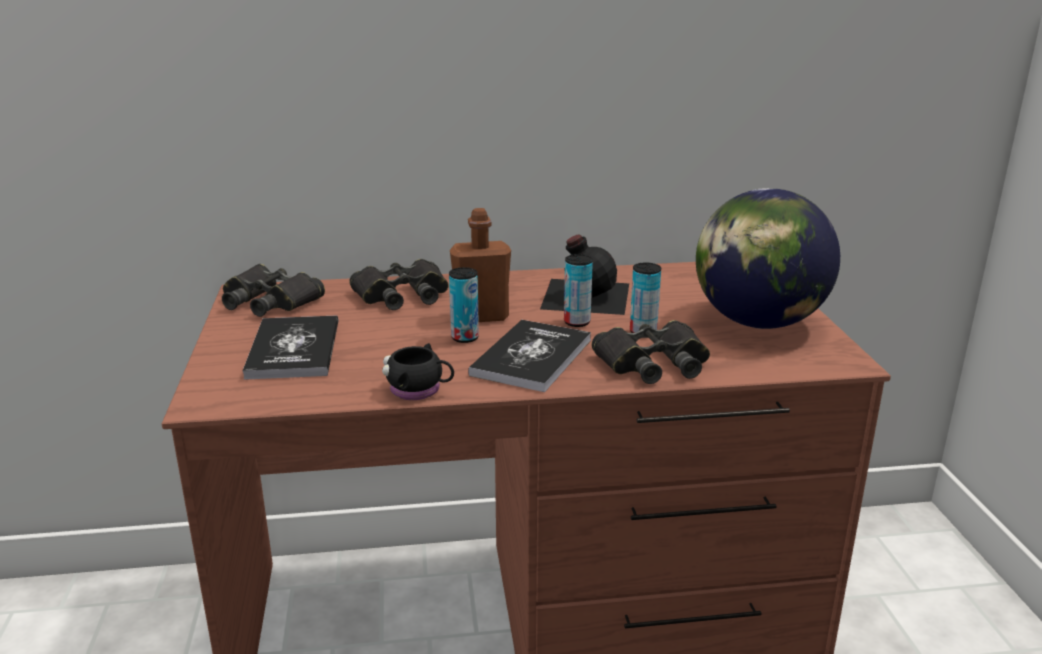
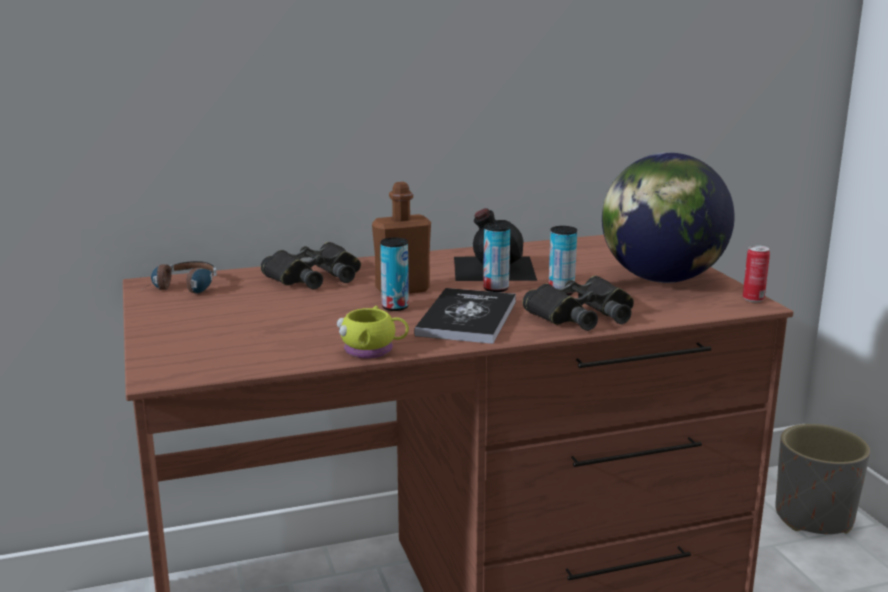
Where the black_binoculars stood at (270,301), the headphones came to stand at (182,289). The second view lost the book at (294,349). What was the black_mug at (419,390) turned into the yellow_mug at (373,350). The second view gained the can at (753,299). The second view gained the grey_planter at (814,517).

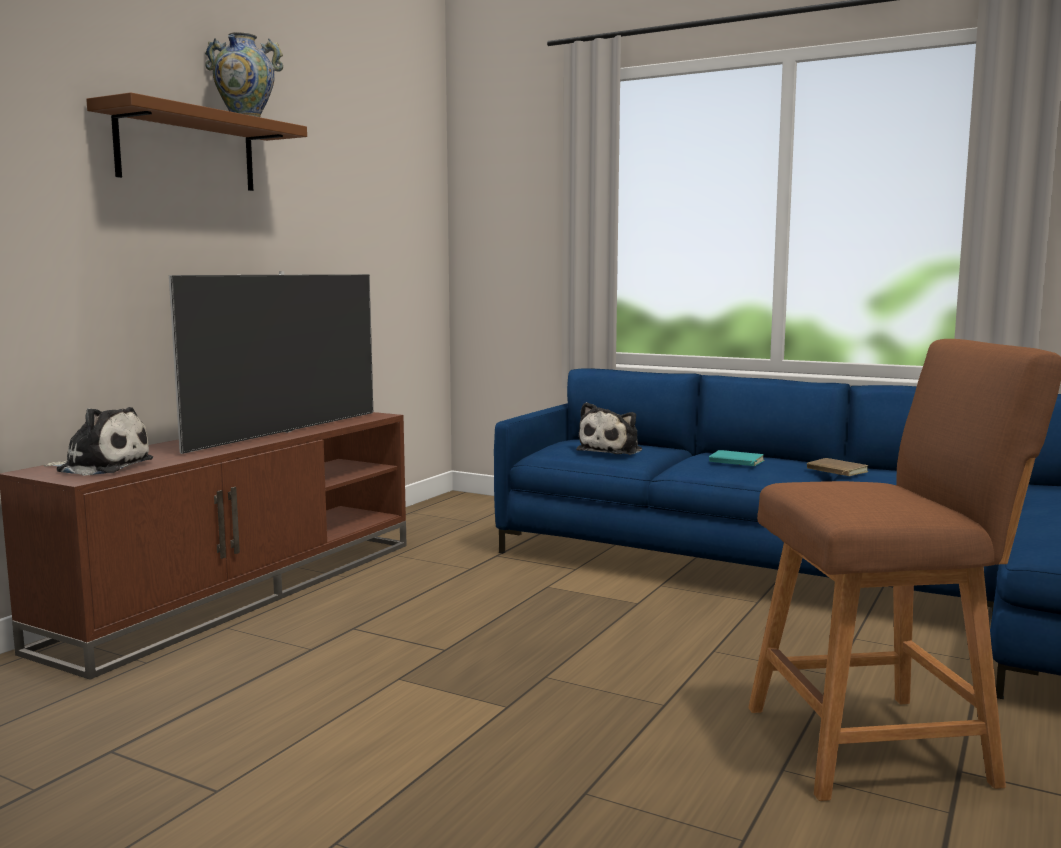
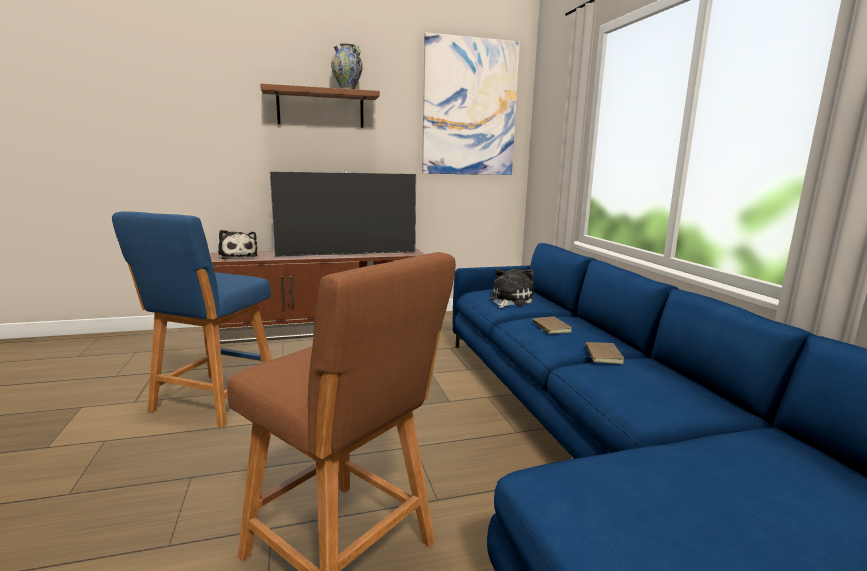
The plush_toy at (612,450) ended up facing another way, 135 degrees clockwise from before. What was the turquoise_book at (735,462) turned into the brown_book at (550,327). The second view gained the blue_stool at (212,402). The second view gained the picture at (469,108).

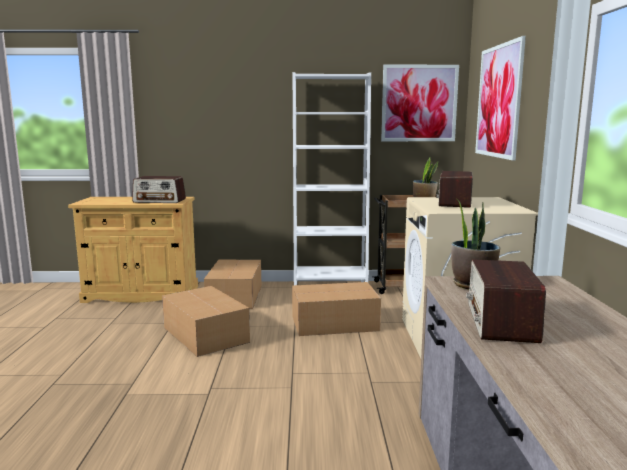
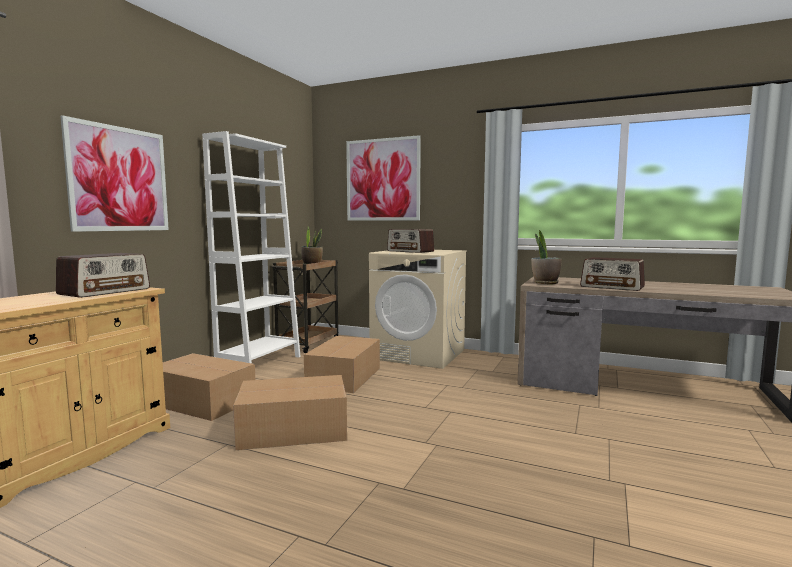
The picture ended up elsewhere, having gone from (419,103) to (119,179).

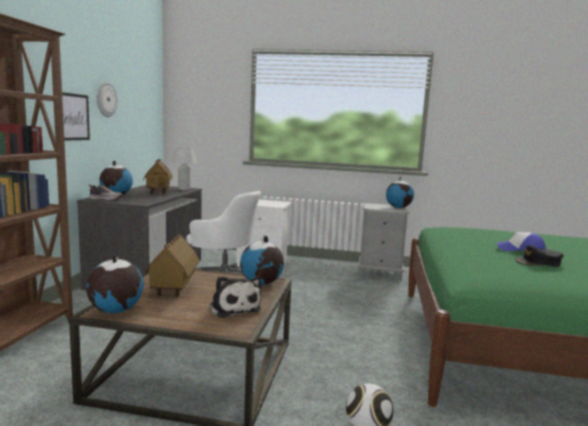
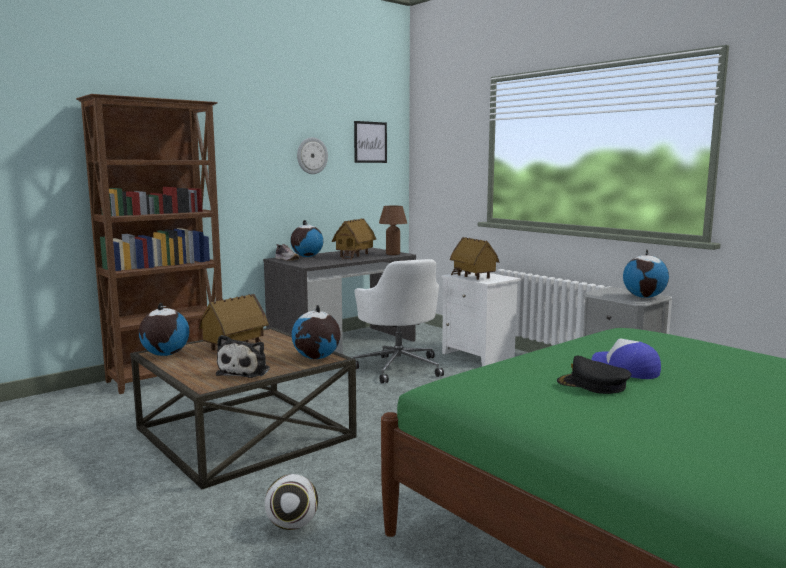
The picture ended up elsewhere, having gone from (73,117) to (370,142). What was the white_table_lamp at (184,189) turned into the brown_table_lamp at (393,254). The second view gained the toy_house at (473,277).

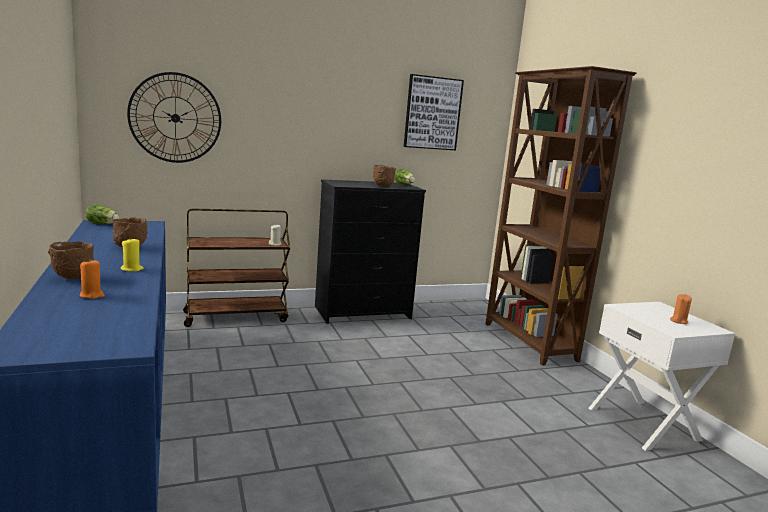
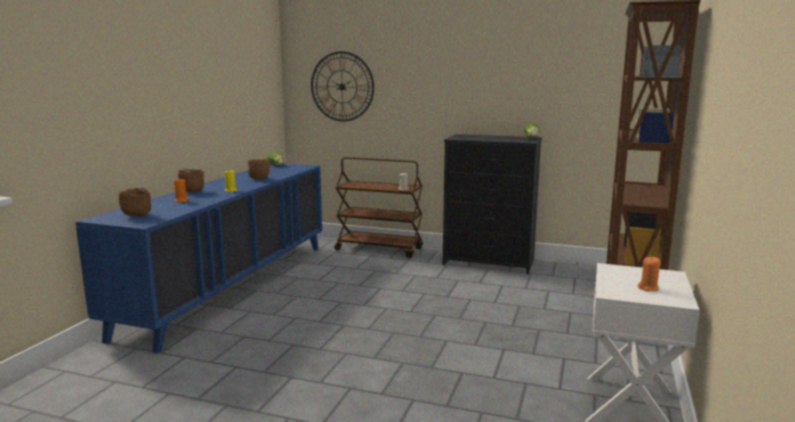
The brown_bowl ended up elsewhere, having gone from (382,186) to (136,216). The second view lost the picture at (432,113).

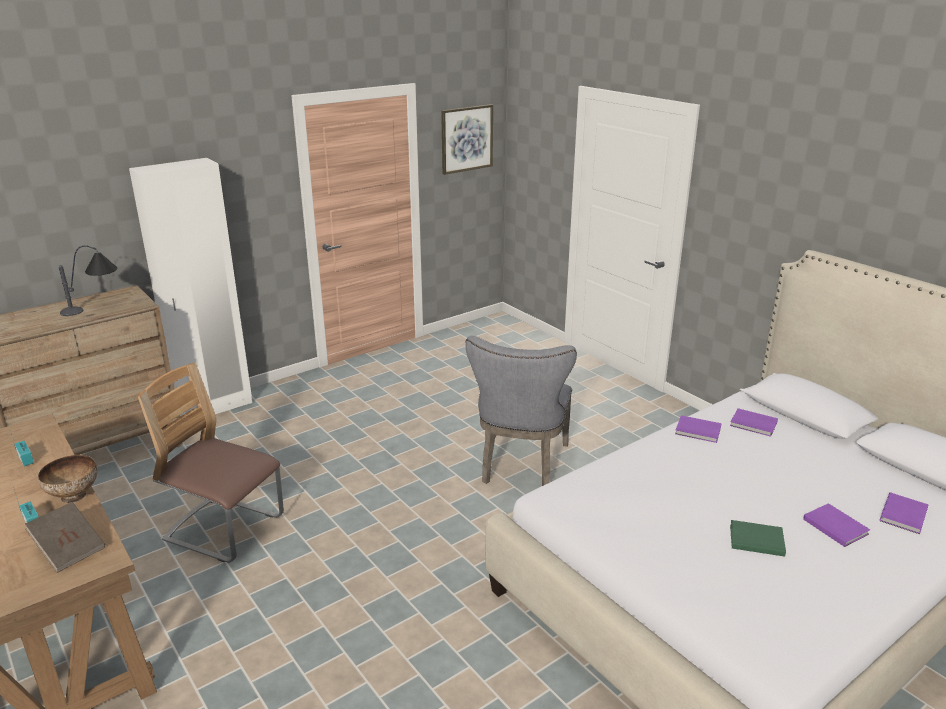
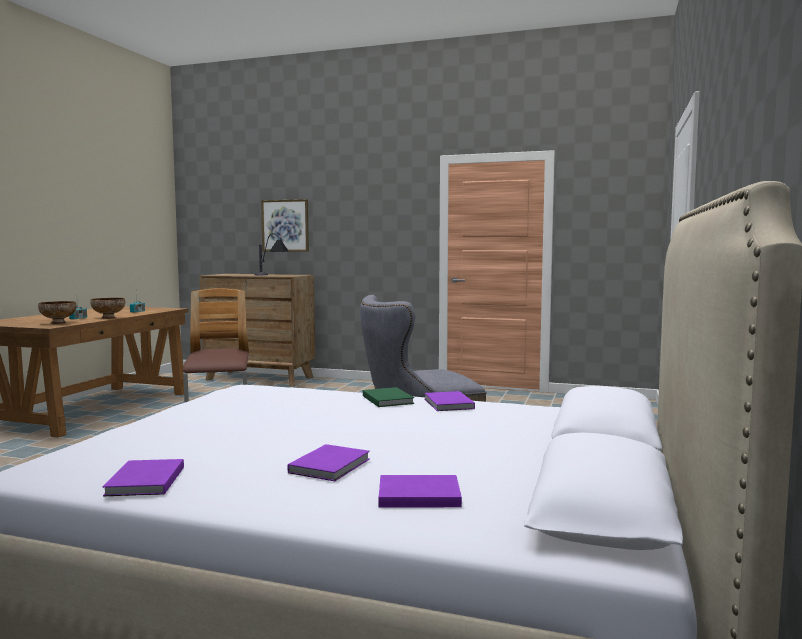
Where the brown_book stood at (69,549), the bowl came to stand at (58,323). The second view lost the white_wardrobe at (215,408). The picture ended up elsewhere, having gone from (466,139) to (285,225). The purple_book ended up elsewhere, having gone from (754,424) to (143,482). The green_book ended up elsewhere, having gone from (755,539) to (388,399).

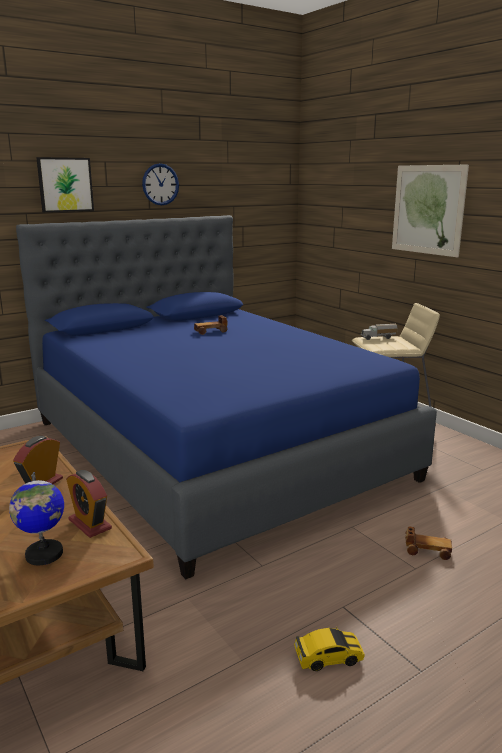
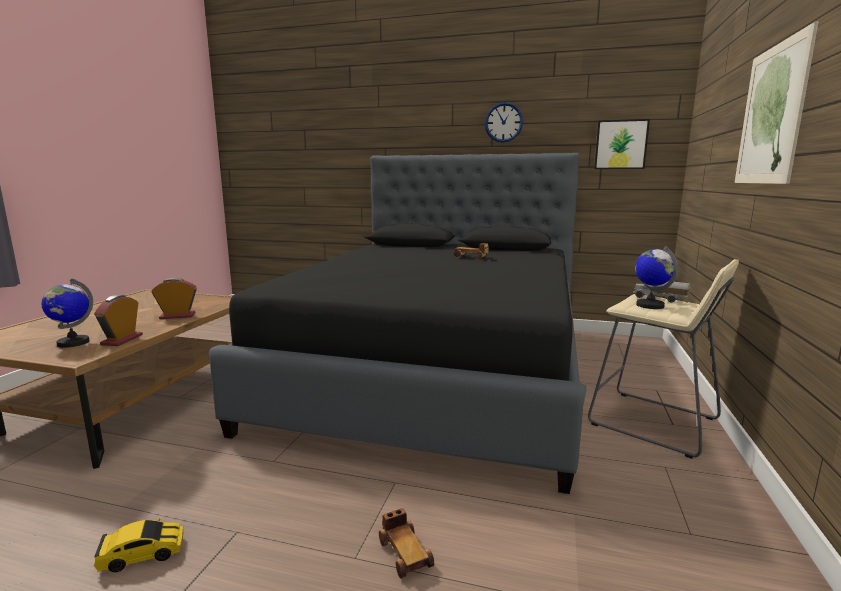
What was the blue_bed at (214,448) turned into the black_bed at (437,371). The picture ended up elsewhere, having gone from (65,184) to (620,145). The toy_car at (328,657) ended up facing another way, 60 degrees counterclockwise from before. The second view gained the globe at (650,305).

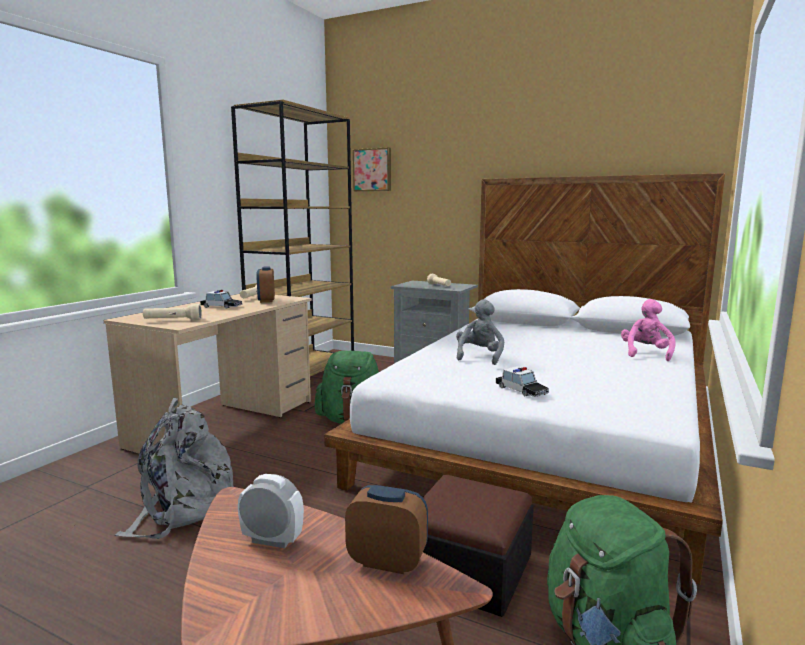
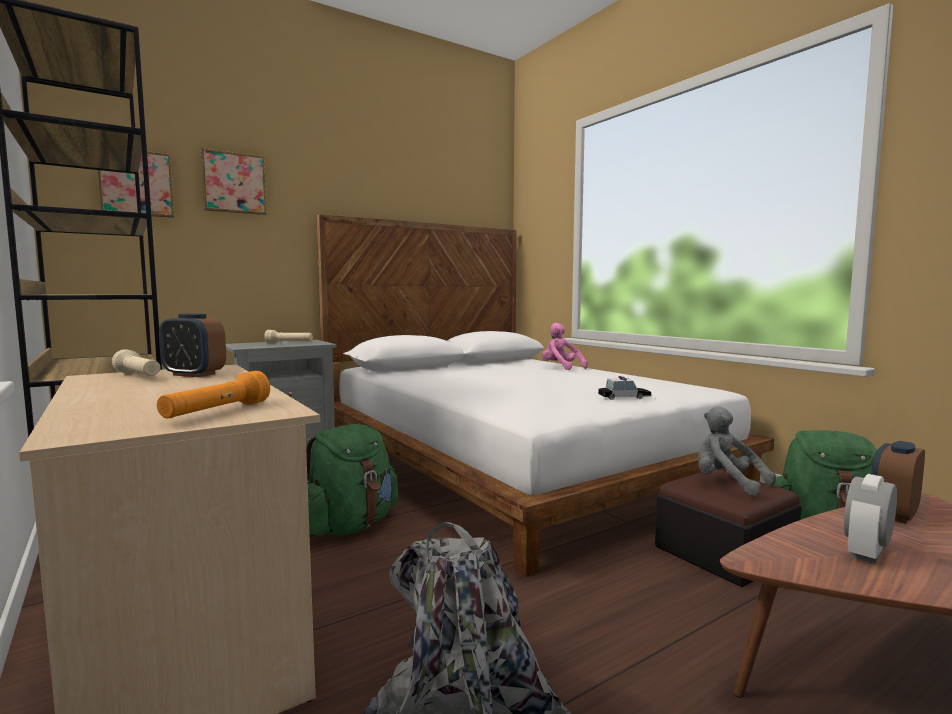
What was the beige_flashlight at (173,320) turned into the orange_flashlight at (217,412). The second view lost the toy_car at (221,306). The grey_plush_toy ended up elsewhere, having gone from (479,357) to (727,483). The second view gained the picture at (233,183).

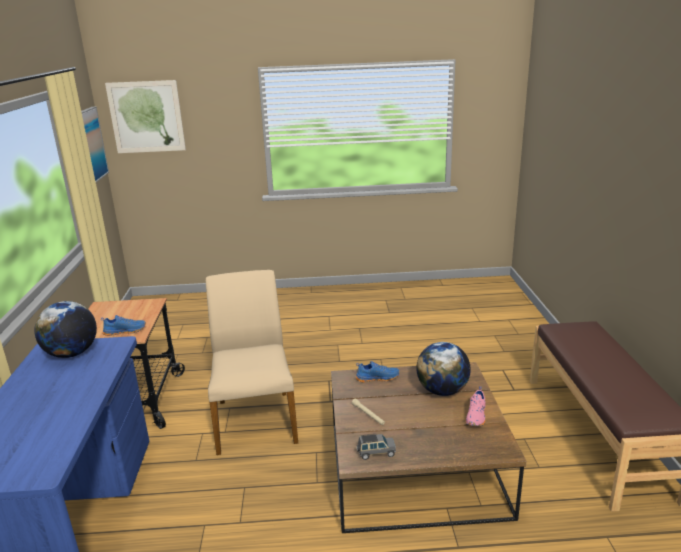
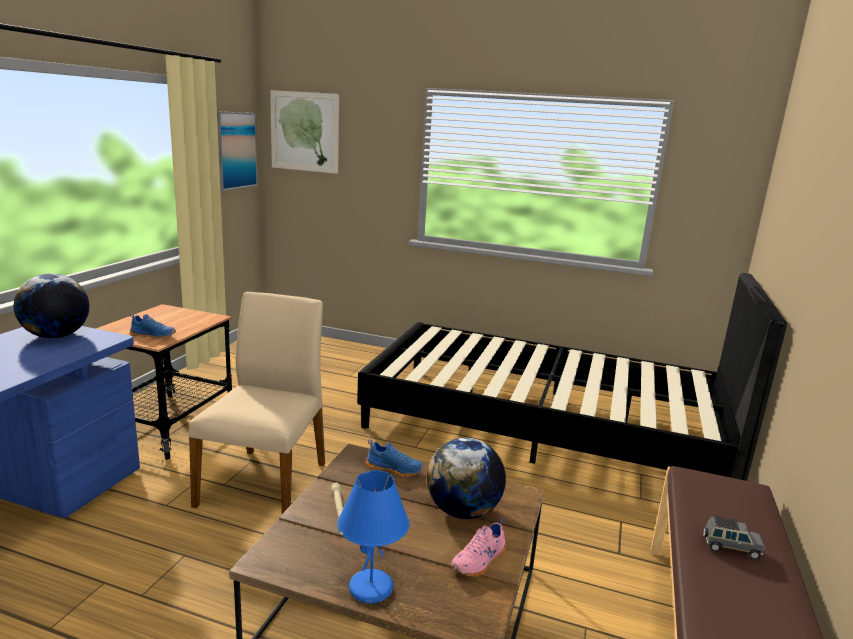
The grey_toy_car ended up elsewhere, having gone from (376,453) to (730,548). The second view gained the blue_table_lamp at (371,587). The second view gained the black_bed at (544,427).

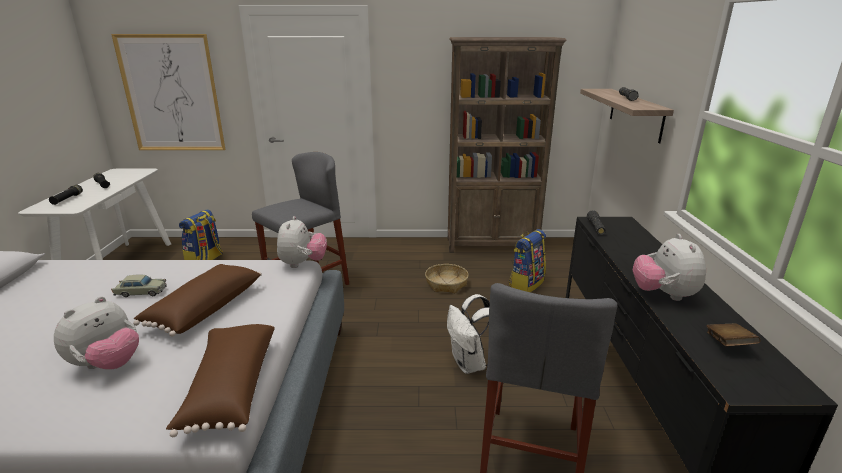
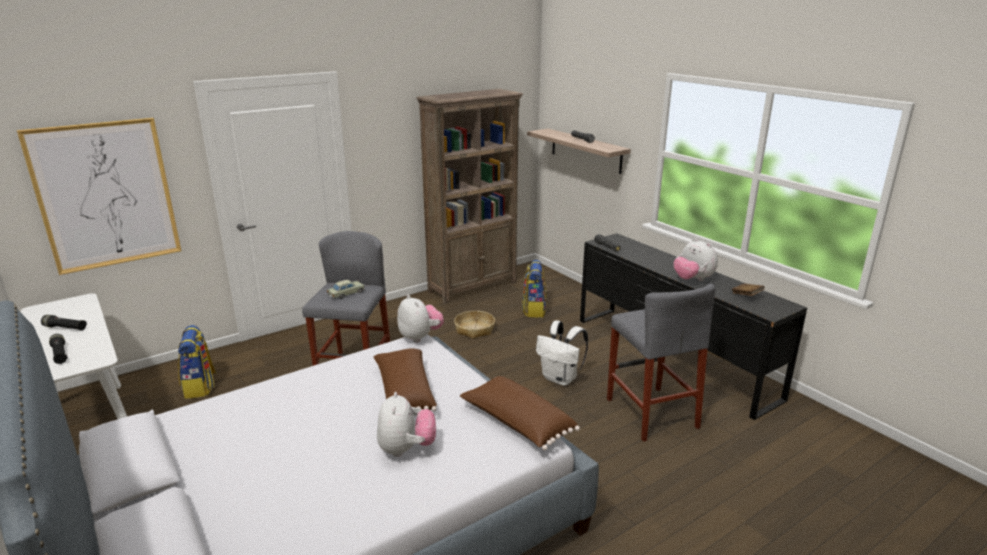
The beige_toy_car ended up elsewhere, having gone from (141,292) to (346,293).

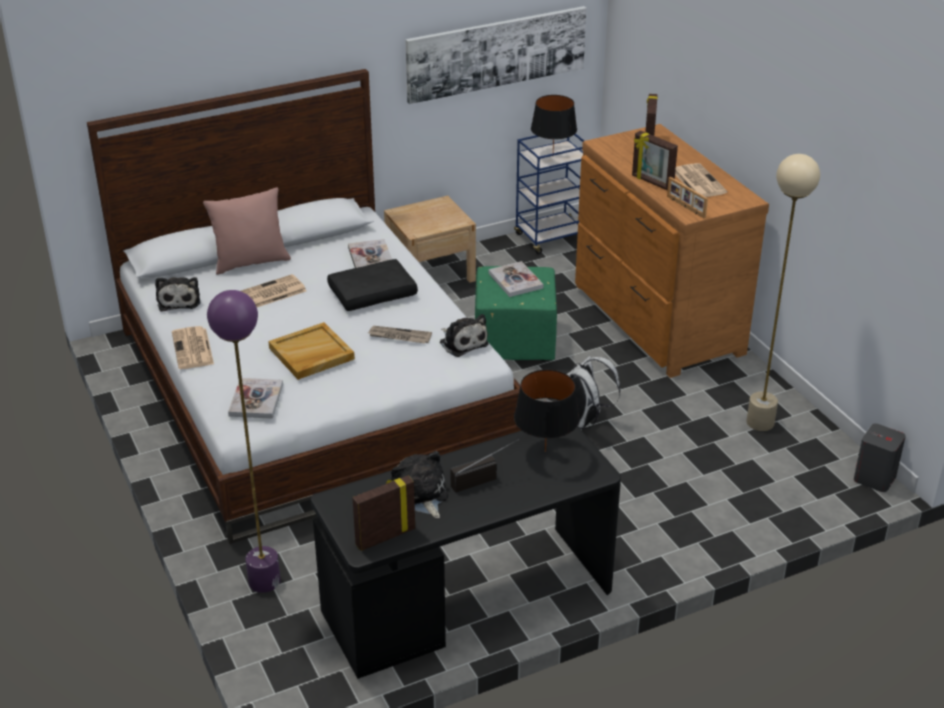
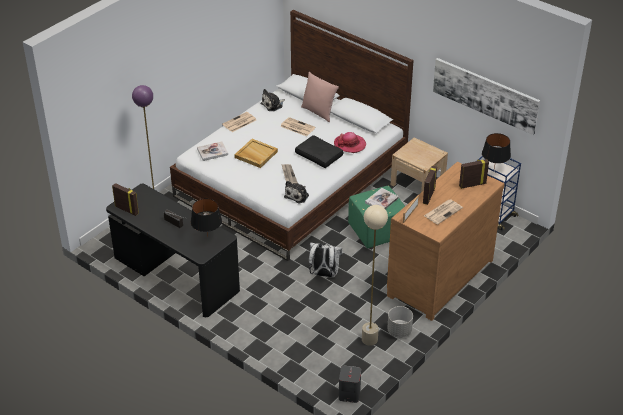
Where the book stood at (370,257), the hat came to stand at (350,144). The second view lost the plush_toy at (420,495). The second view gained the grey_planter at (399,331).

